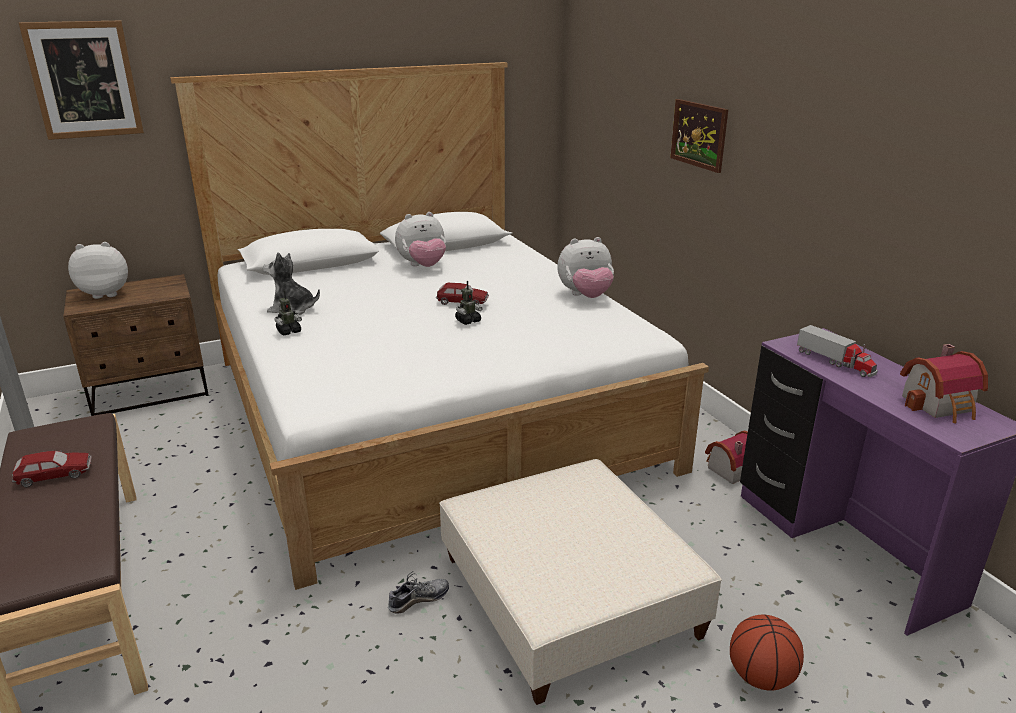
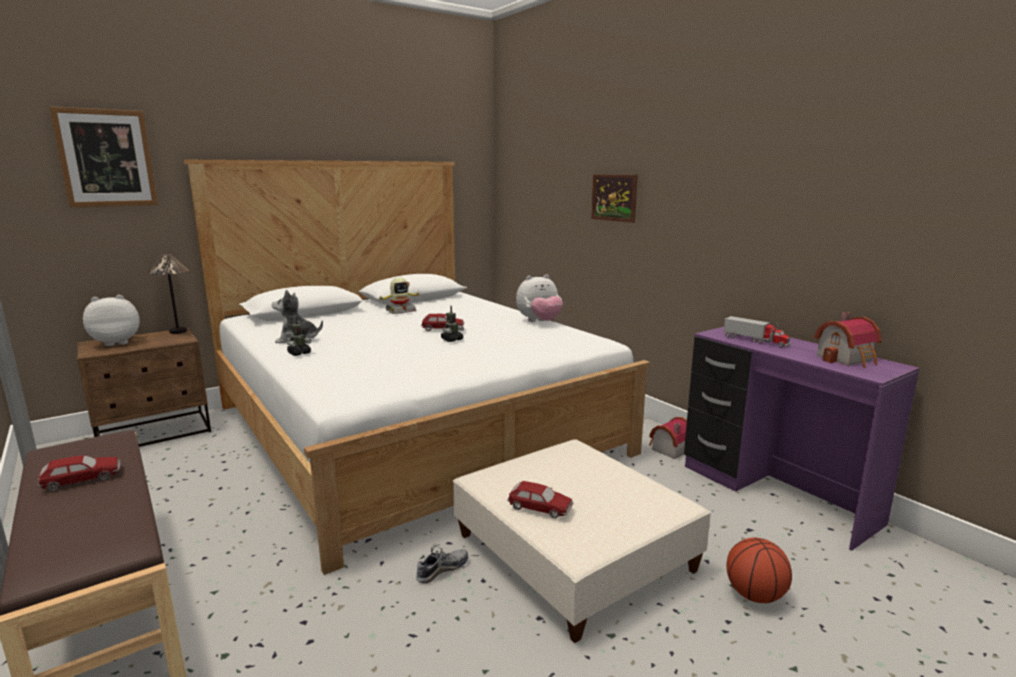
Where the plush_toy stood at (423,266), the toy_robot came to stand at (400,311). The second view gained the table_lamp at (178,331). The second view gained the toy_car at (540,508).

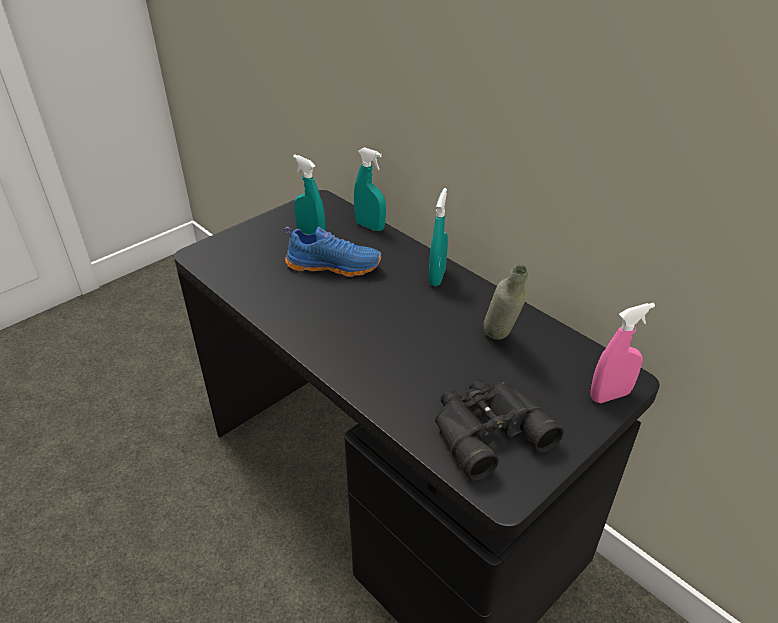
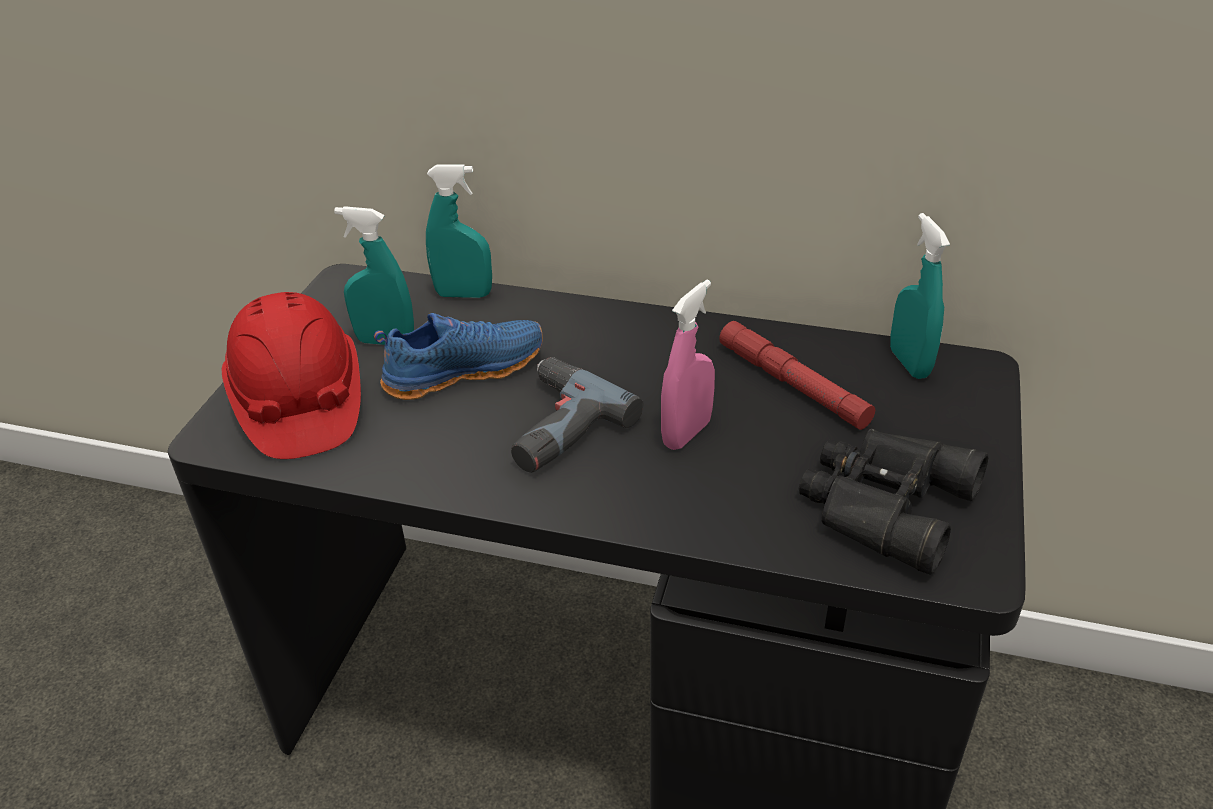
The turquoise_spray_bottle ended up elsewhere, having gone from (437,277) to (909,363). Where the grey_bottle stood at (500,342), the red_flashlight came to stand at (792,384). The pink_spray_bottle ended up elsewhere, having gone from (610,395) to (686,433). The second view gained the red_hard_hat at (299,404). The second view gained the power_drill at (553,426).

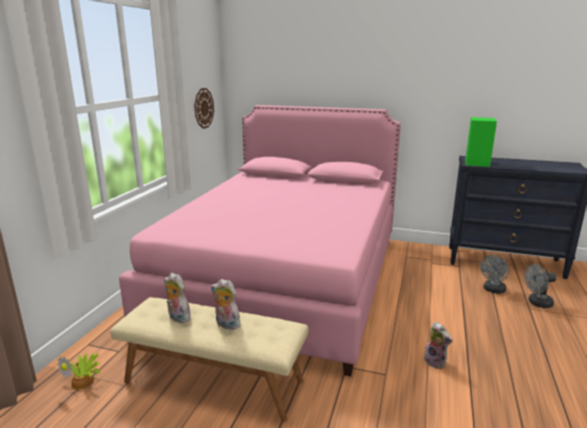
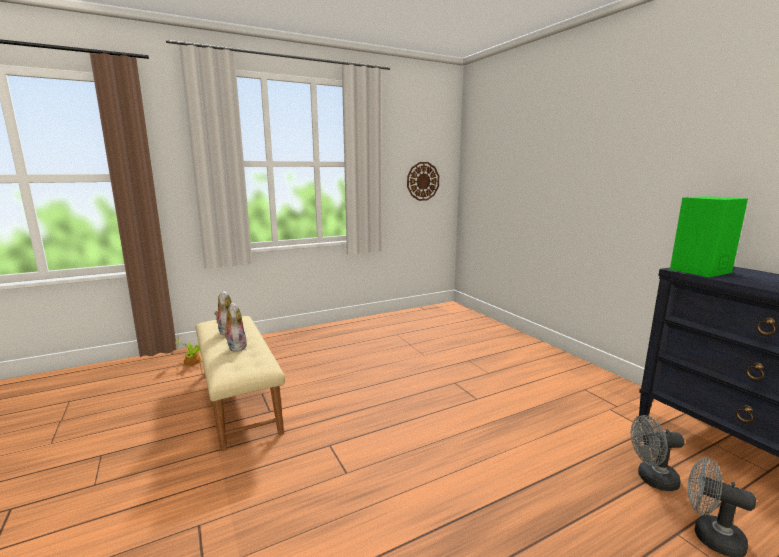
The second view lost the pink_bed at (285,277). The second view lost the plush_toy at (436,362).

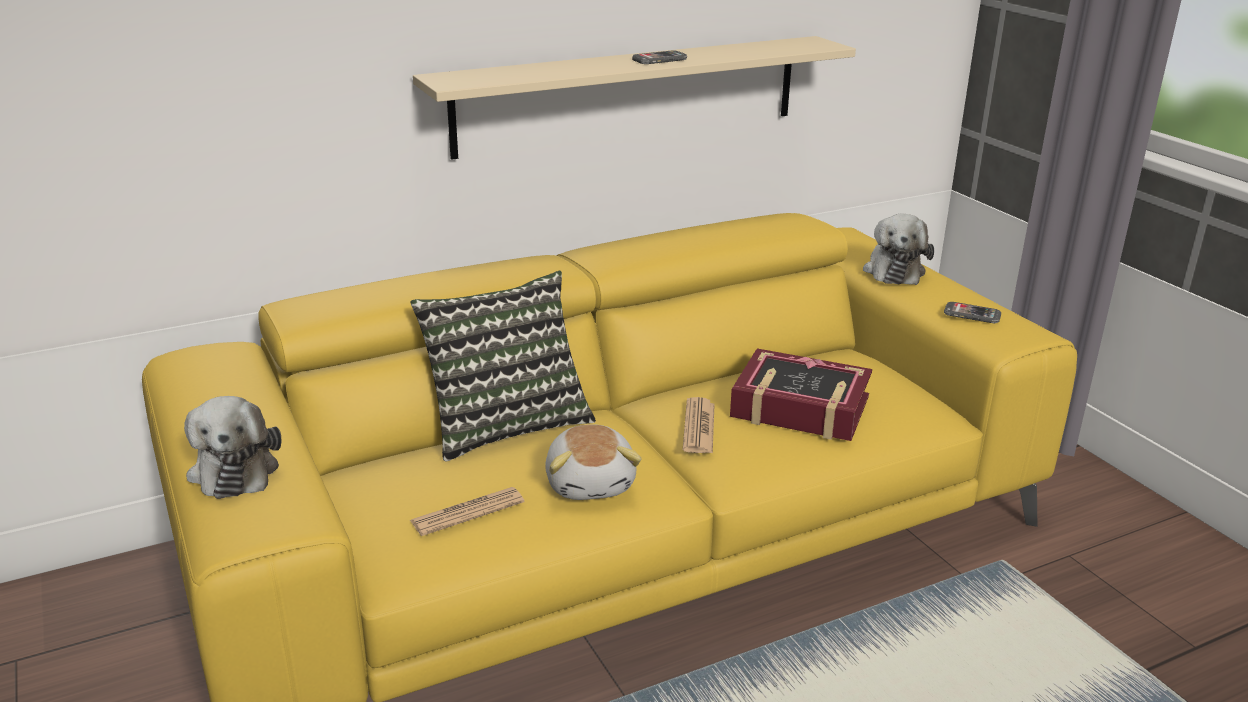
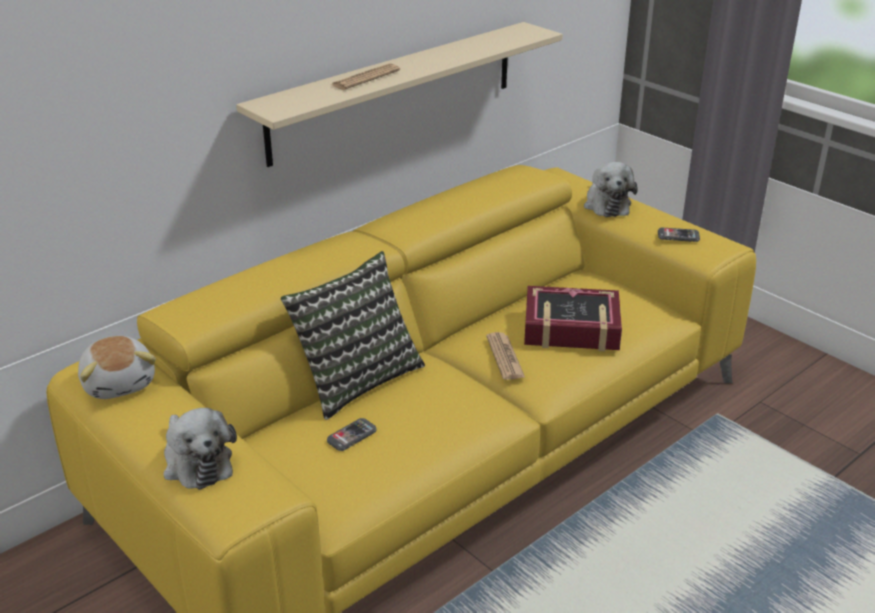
The newspaper ended up elsewhere, having gone from (467,512) to (365,78). The plush_toy ended up elsewhere, having gone from (591,483) to (120,383). The phone ended up elsewhere, having gone from (659,59) to (352,436).

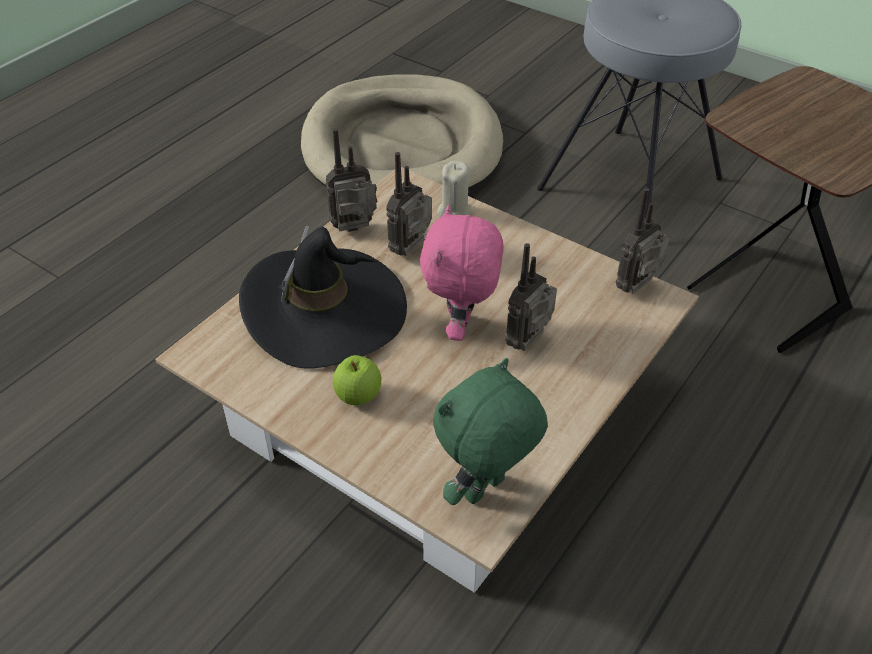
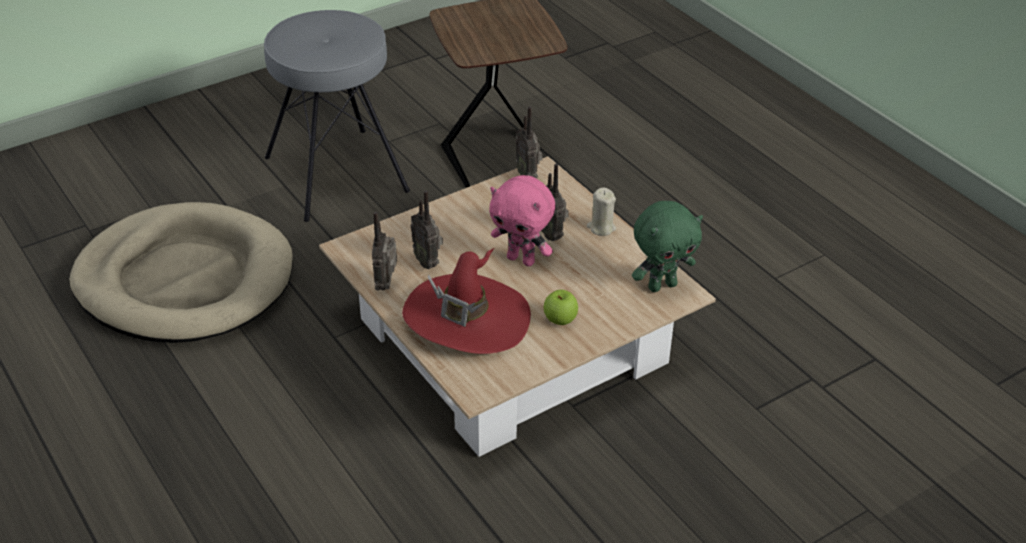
What was the black_hat at (325,310) turned into the red_hat at (466,318). The green_plush_toy at (485,491) ended up facing another way, 90 degrees counterclockwise from before. The beige_candle ended up elsewhere, having gone from (454,211) to (601,227).

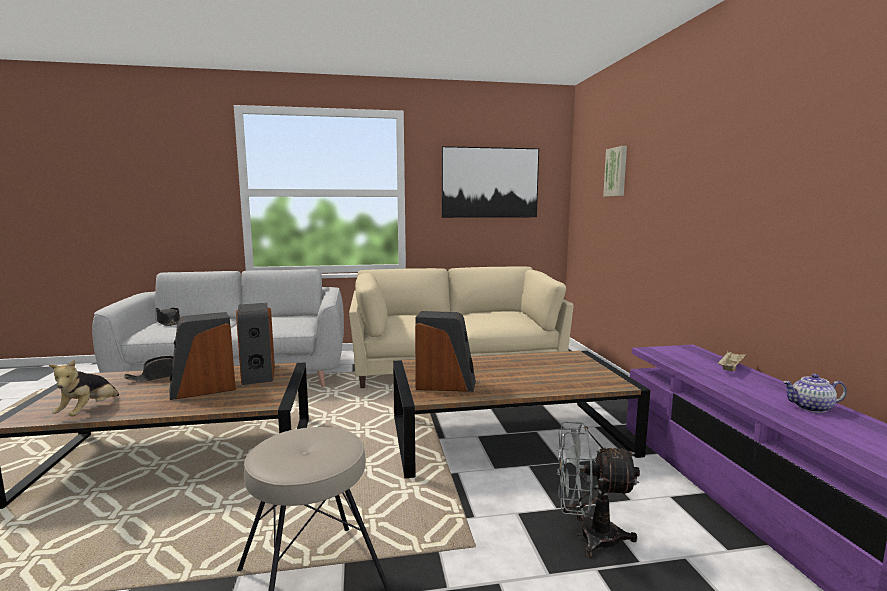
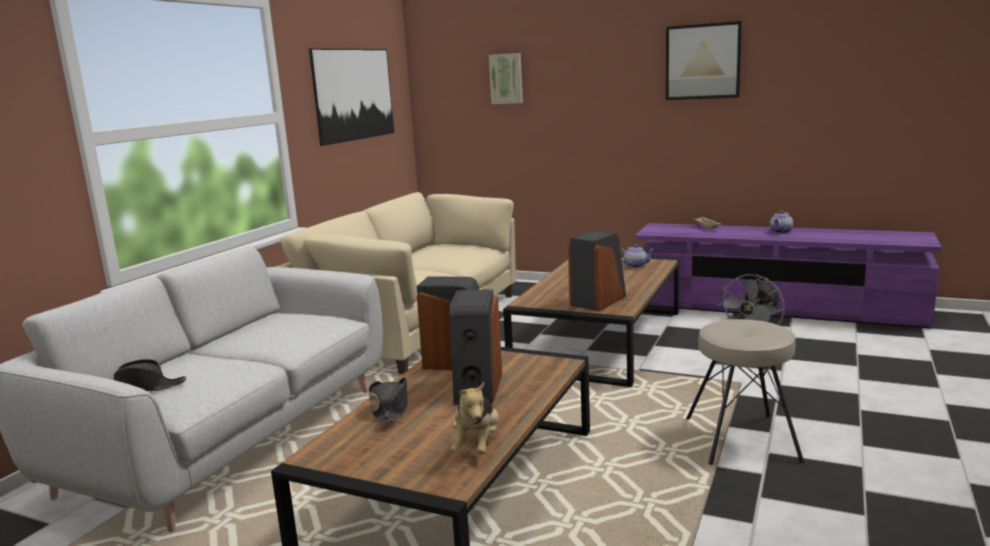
The plush_toy at (89,411) ended up facing another way, 60 degrees clockwise from before. The second view gained the teapot at (635,265). The second view gained the picture at (702,61).

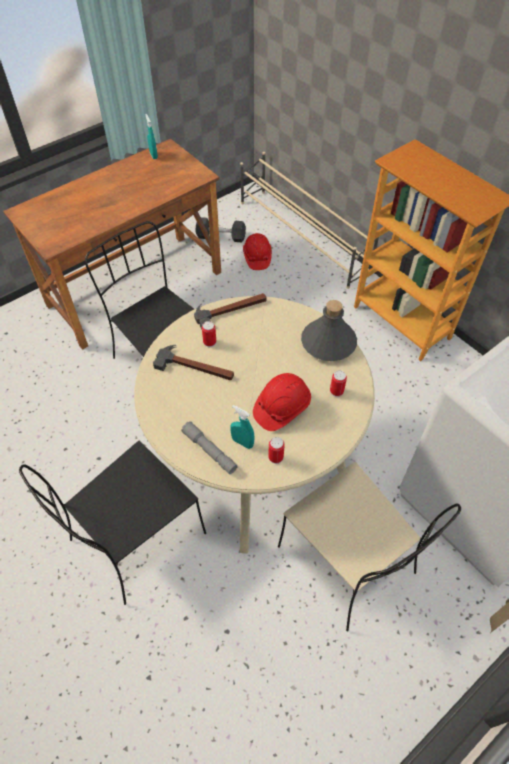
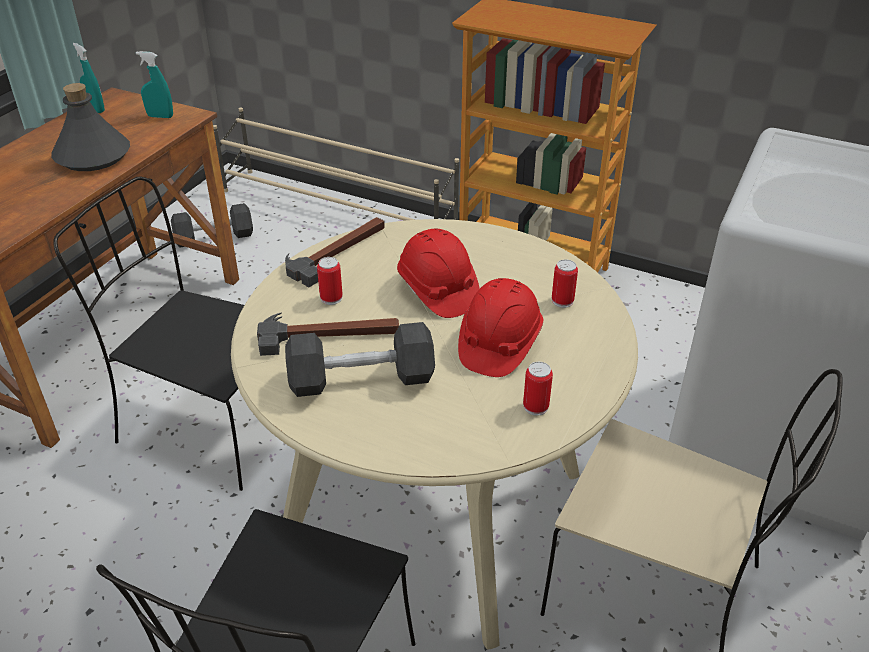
The second view lost the grey_flashlight at (209,451). The turquoise_spray_bottle ended up elsewhere, having gone from (242,442) to (160,116). The red_hard_hat ended up elsewhere, having gone from (257,257) to (437,290). The grey_bottle ended up elsewhere, having gone from (328,342) to (92,156). The second view gained the black_dumbbell at (361,379).

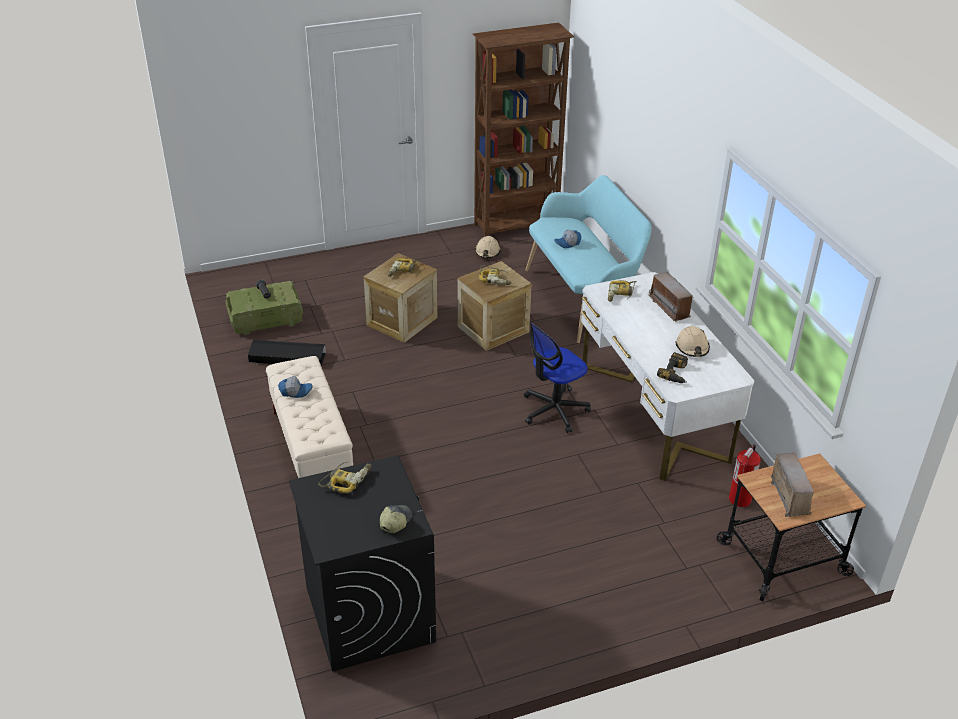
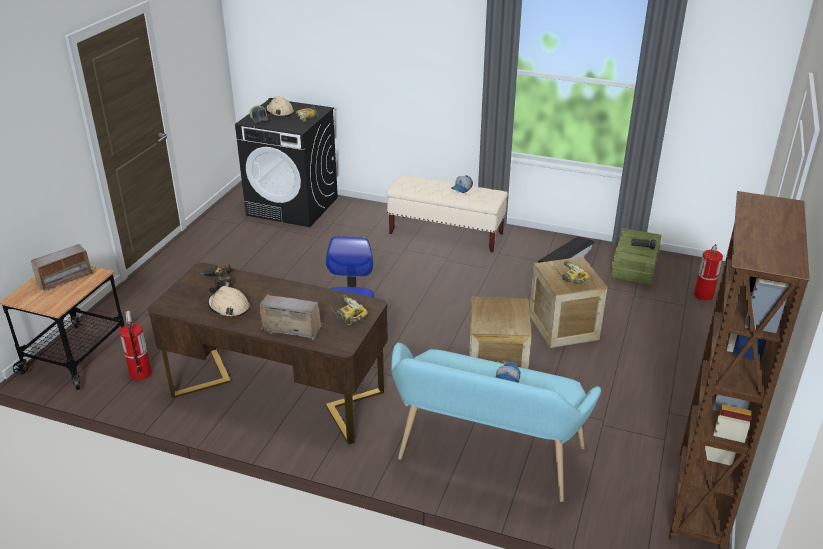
The beige_hard_hat ended up elsewhere, having gone from (487,252) to (279,112). The second view lost the power_drill at (495,279). What was the white_desk at (653,412) turned into the brown_desk at (277,393). The radio at (788,495) ended up facing another way, 75 degrees counterclockwise from before. The second view gained the fire_extinguisher at (703,295).

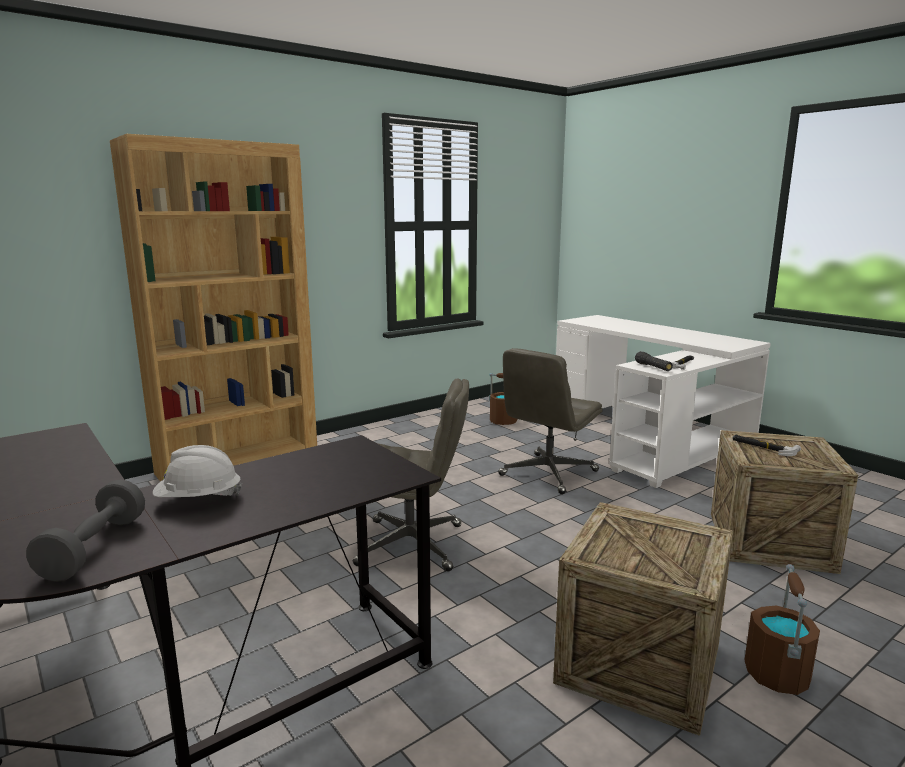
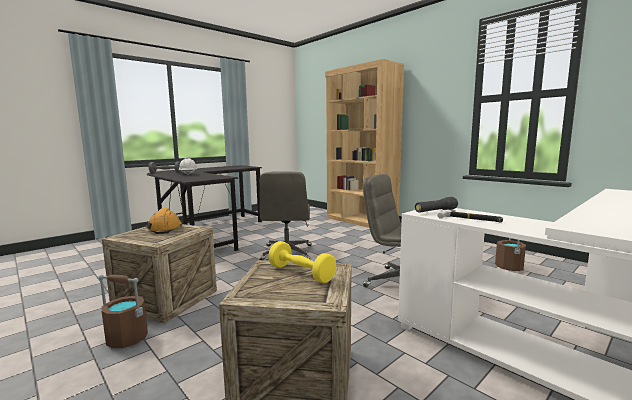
Where the hammer stood at (763,447), the yellow_dumbbell came to stand at (301,273). The second view gained the orange_hard_hat at (165,228).

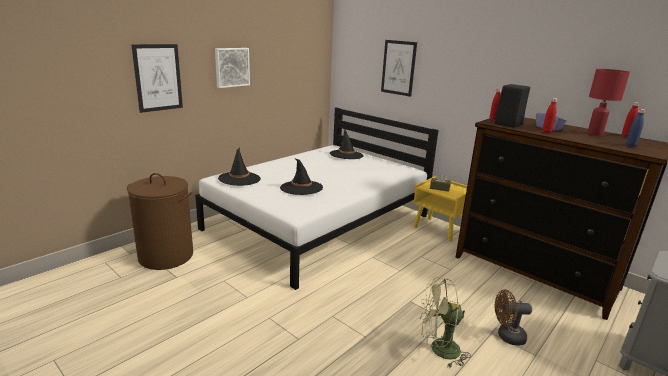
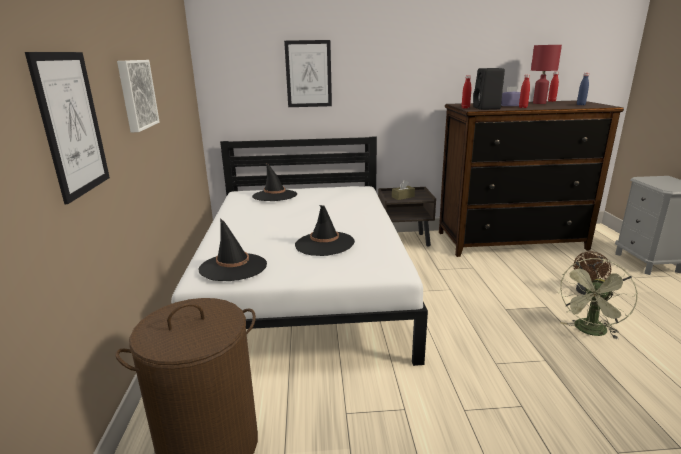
What was the yellow_nightstand at (439,229) turned into the brown_nightstand at (404,240).

